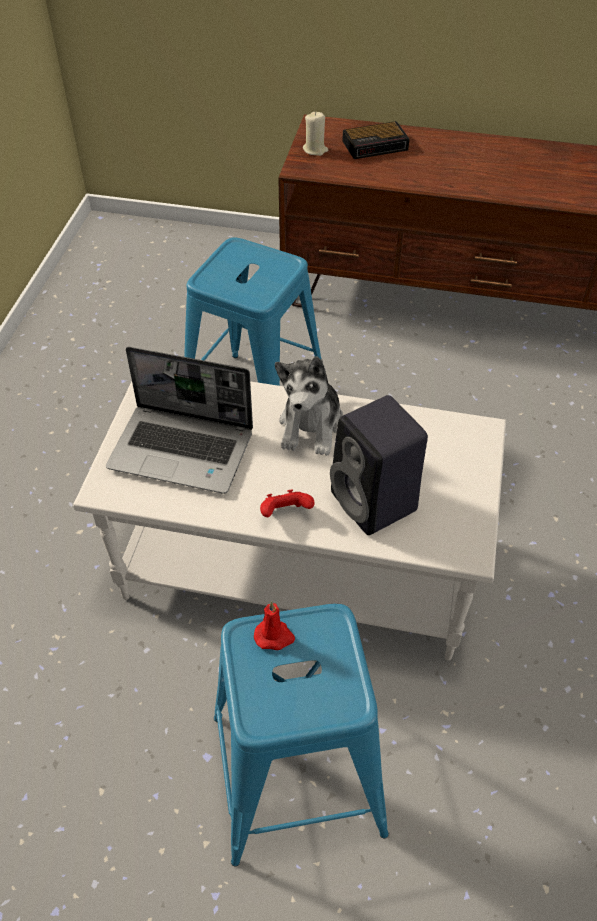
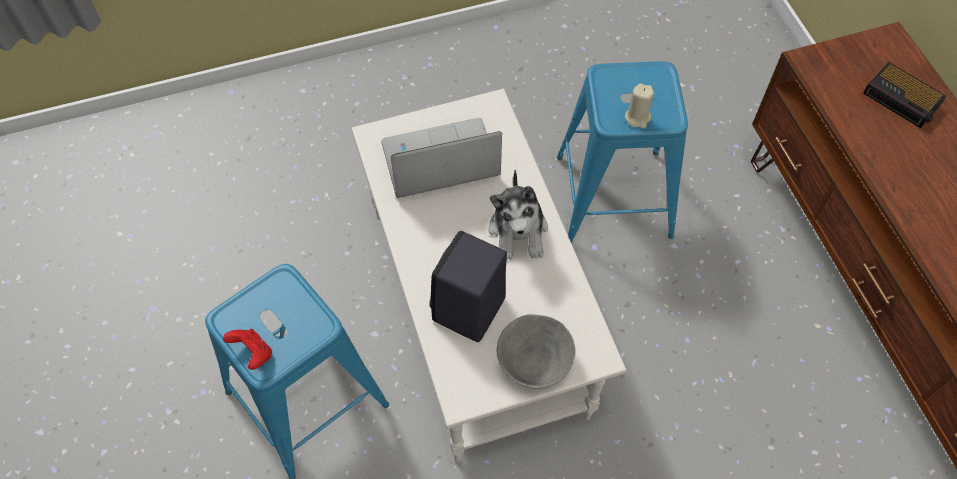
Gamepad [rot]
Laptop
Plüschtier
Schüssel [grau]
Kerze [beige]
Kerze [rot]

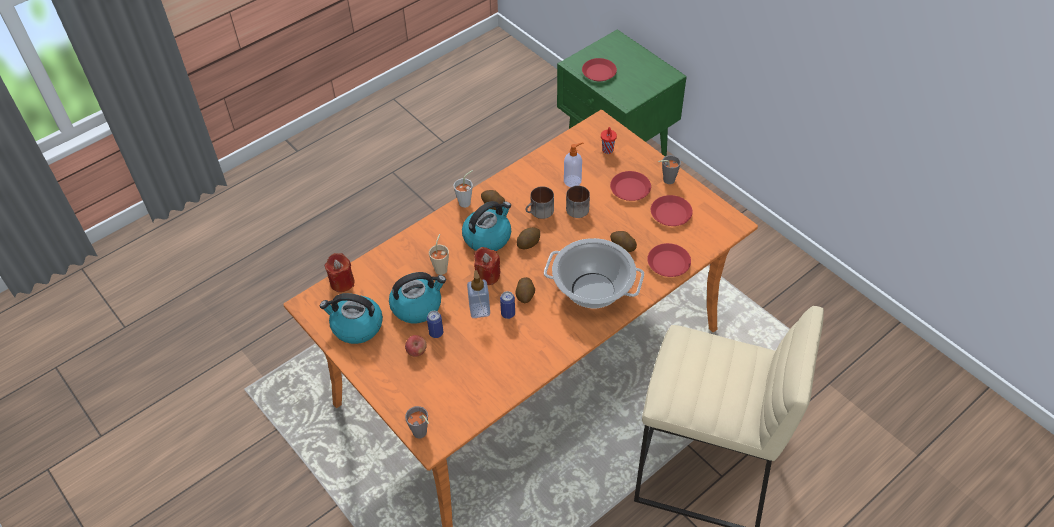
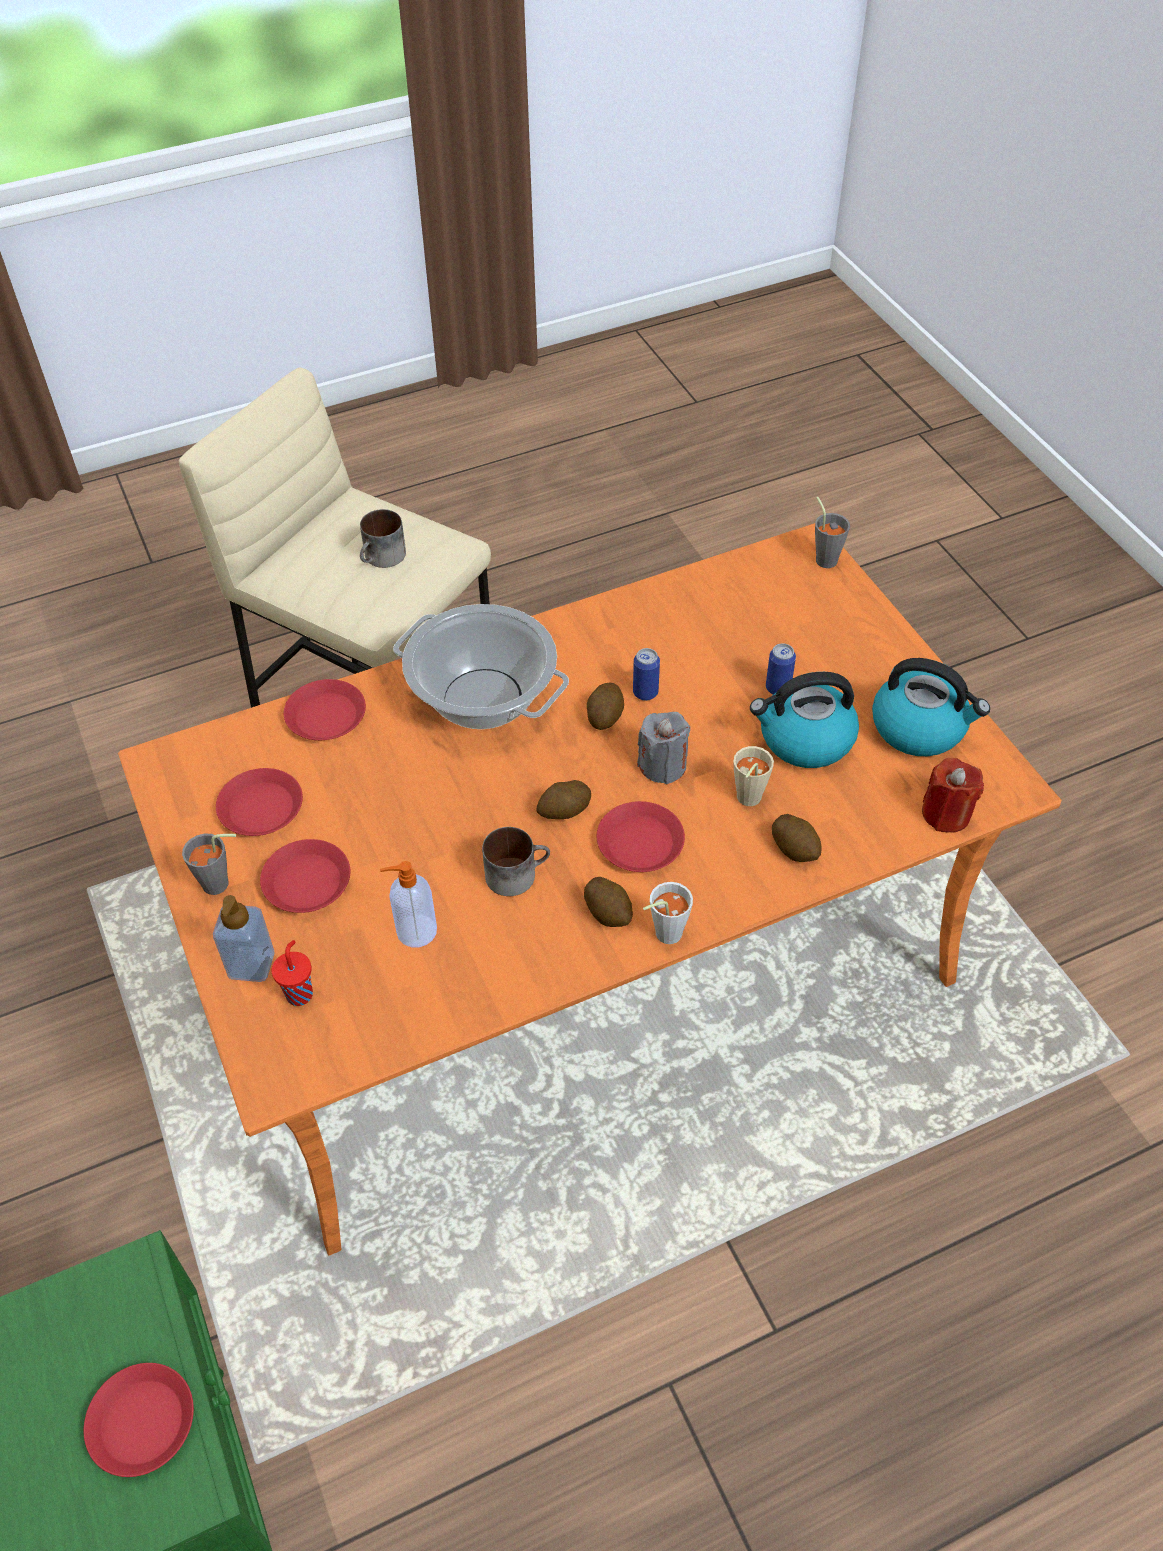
Seifenspender (no. 1 from left)
Henkelbecher (no. 1 from left)
Teller [rot] (no. 5 from left)
Kerze [grau]
Kartoffel (no. 4 from left)
Apfel

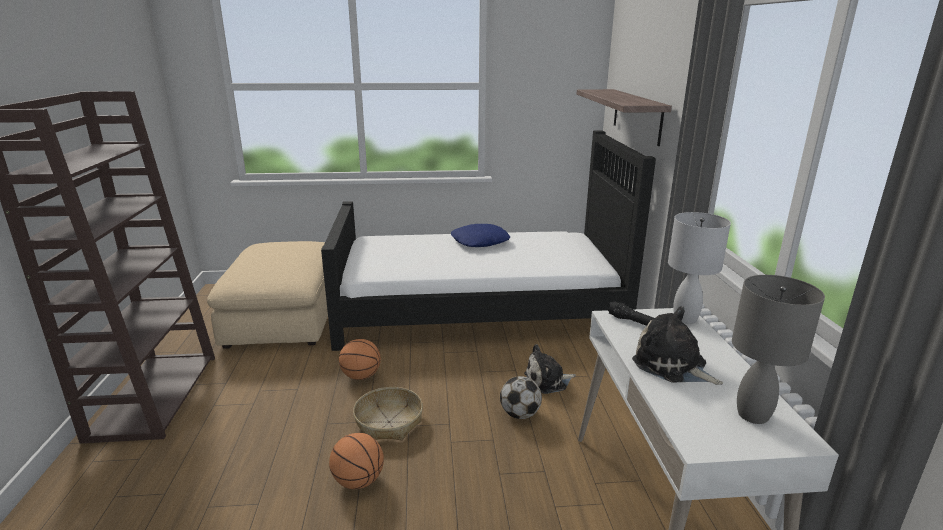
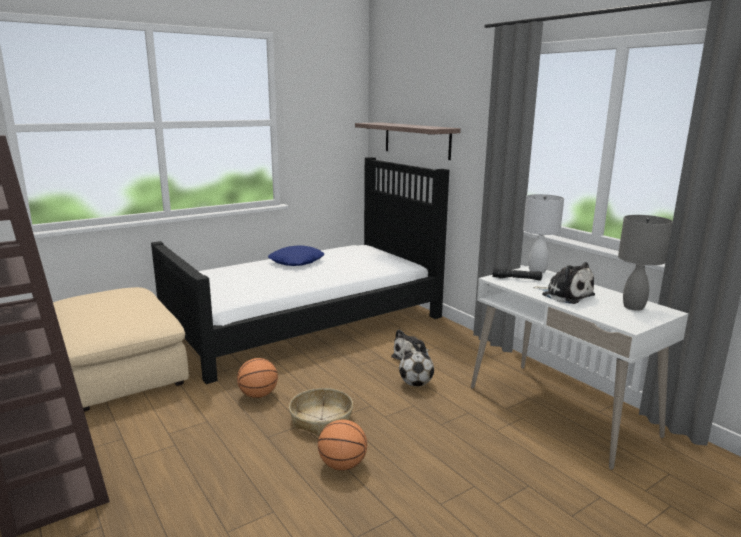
Plüschtier (no. 2 from left)

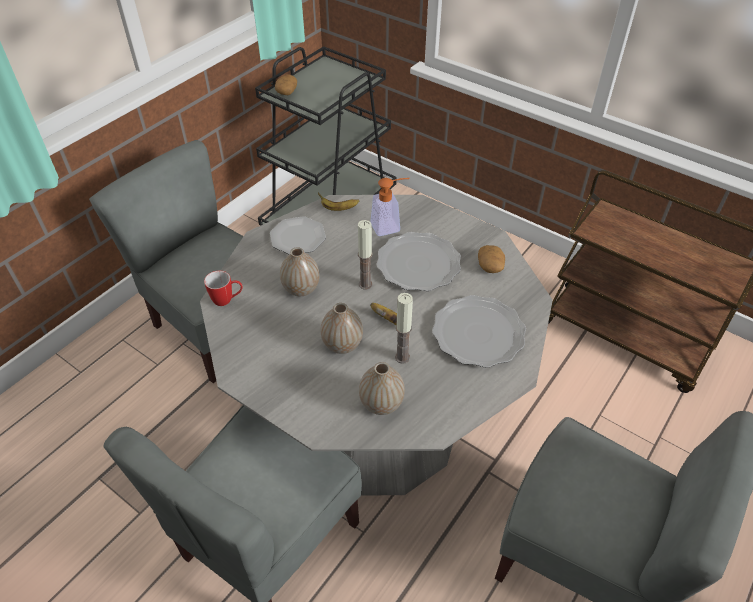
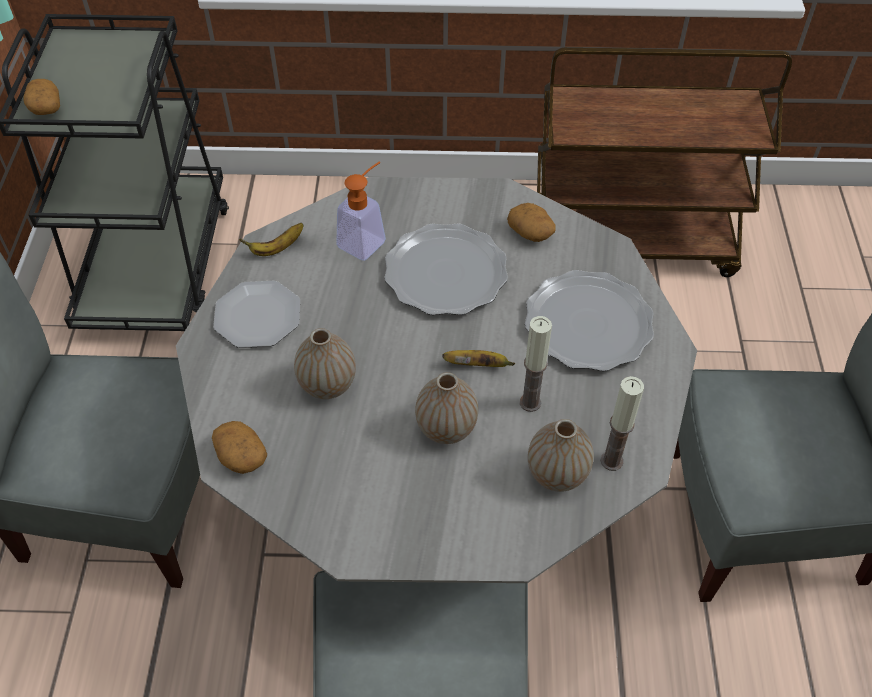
Kartoffel (no. 2 from left)
Kerze (no. 2 from left)

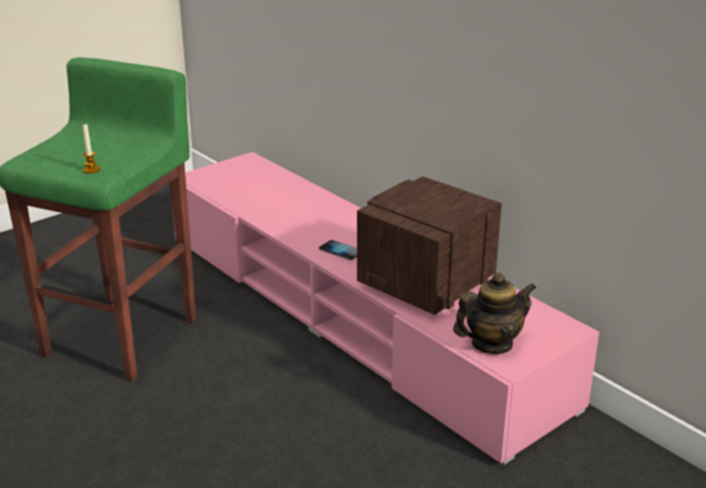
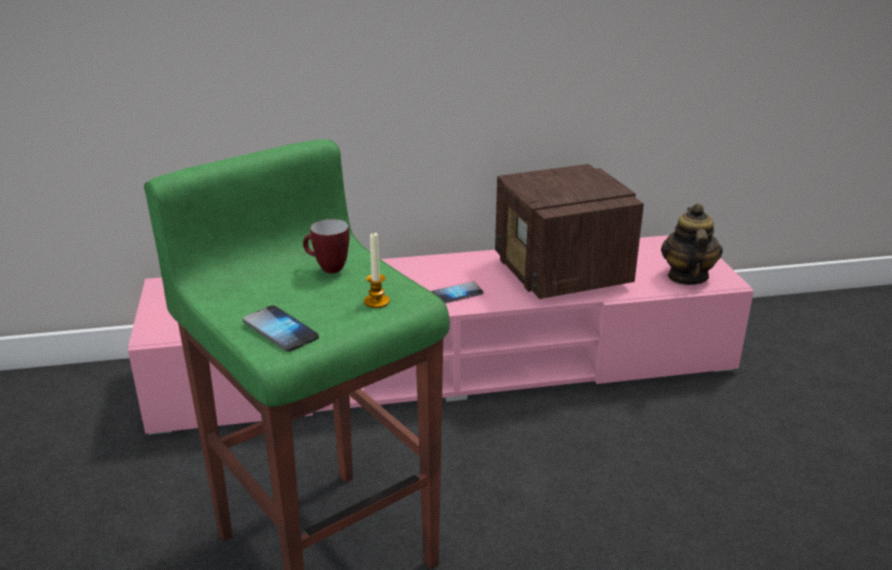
Handy (no. 1 from left)
Henkelbecher

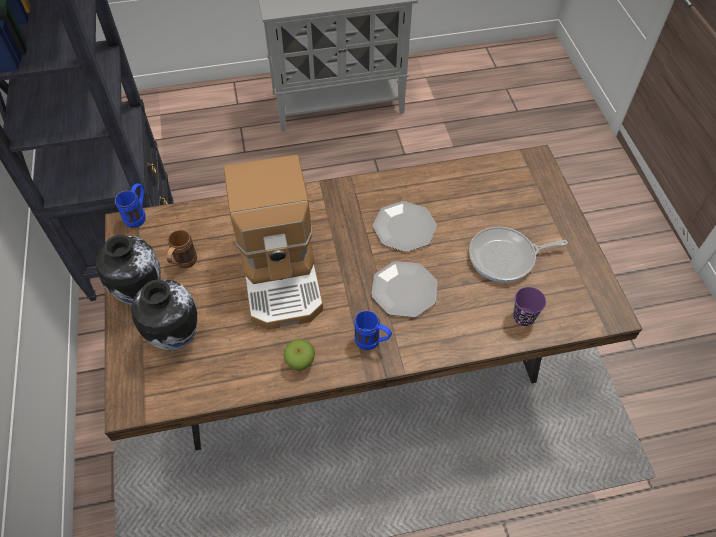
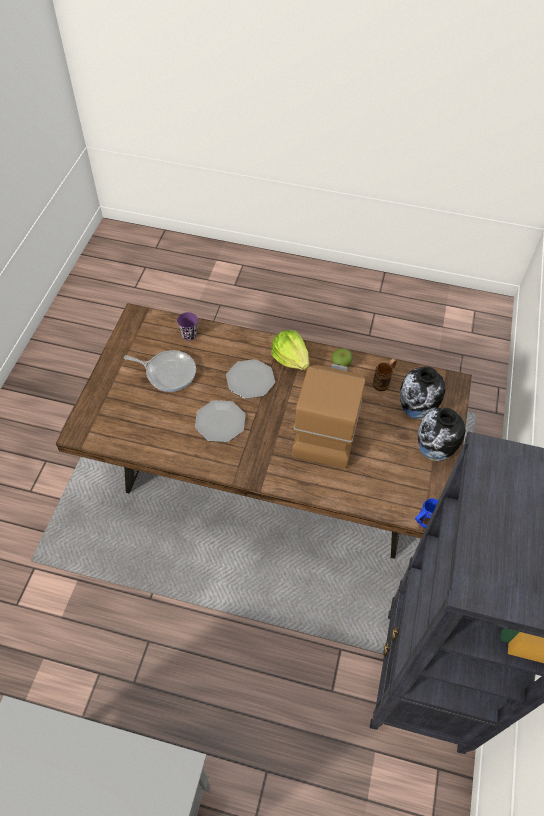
Salatkopf
Henkelbecher [braun]

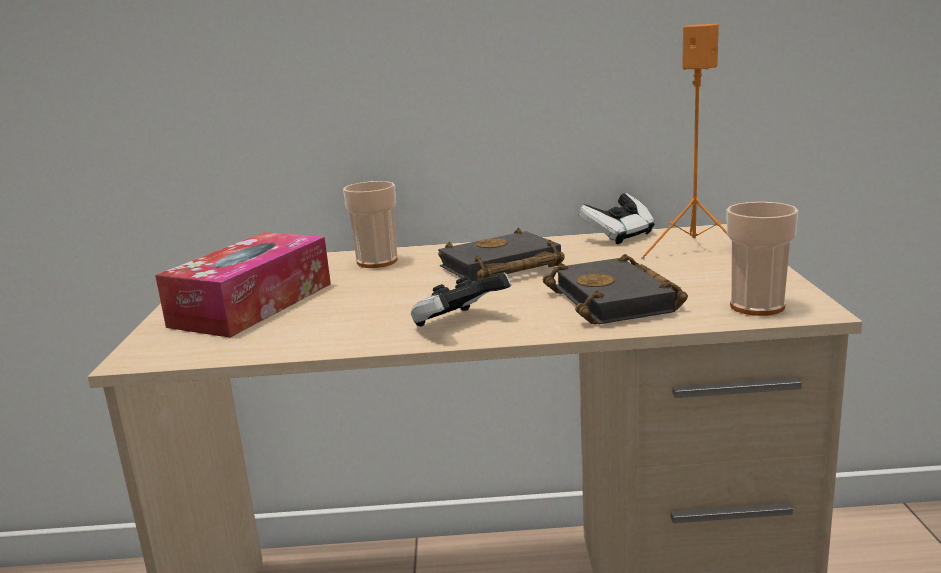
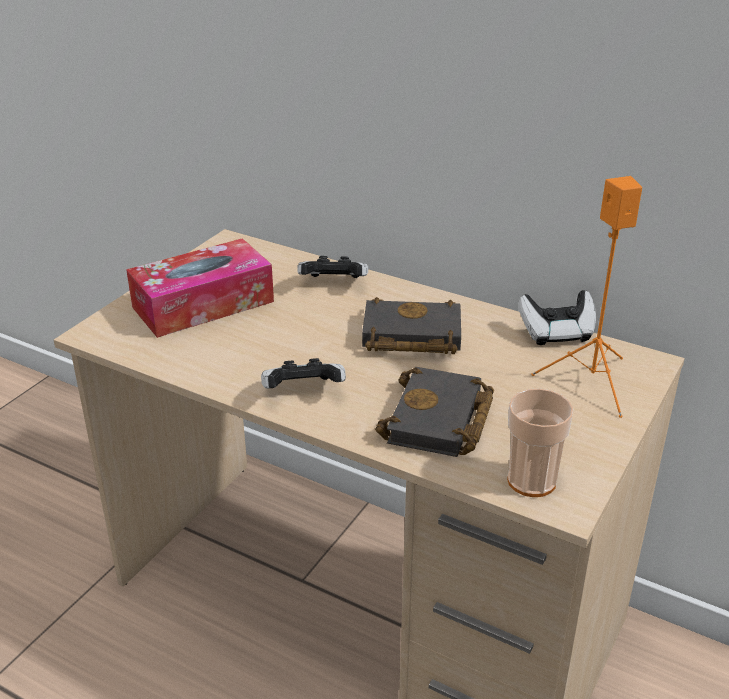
Gamepad (no. 2 from left)

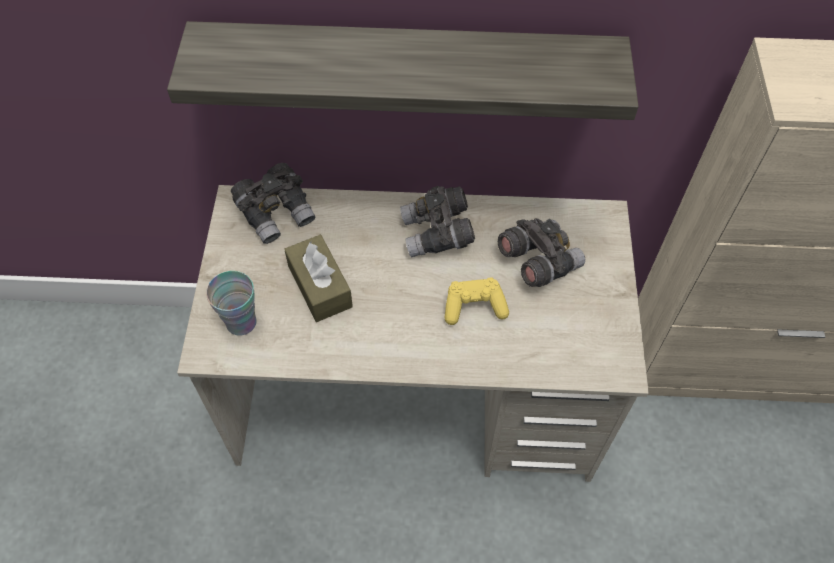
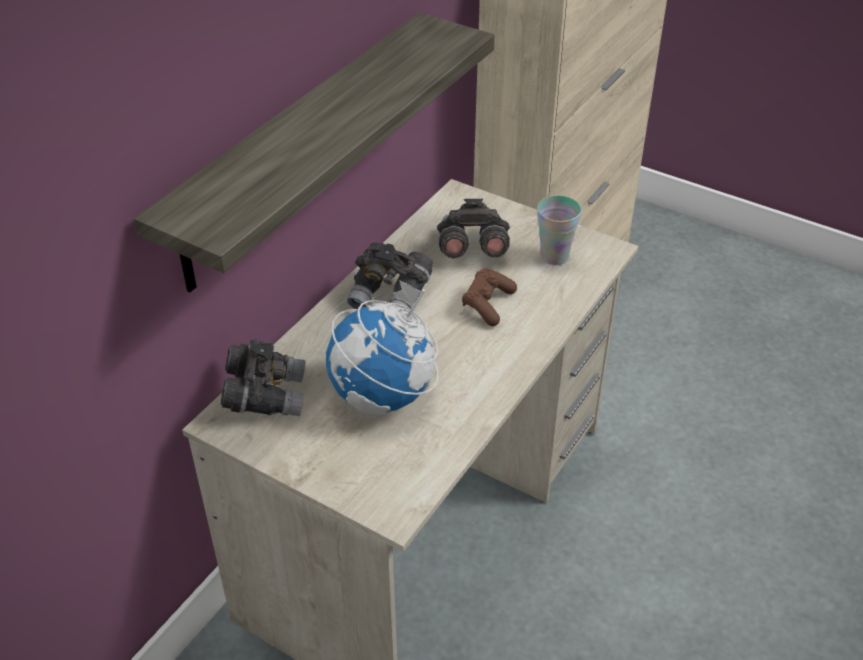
Globus
Gamepad [braun]
Tasse

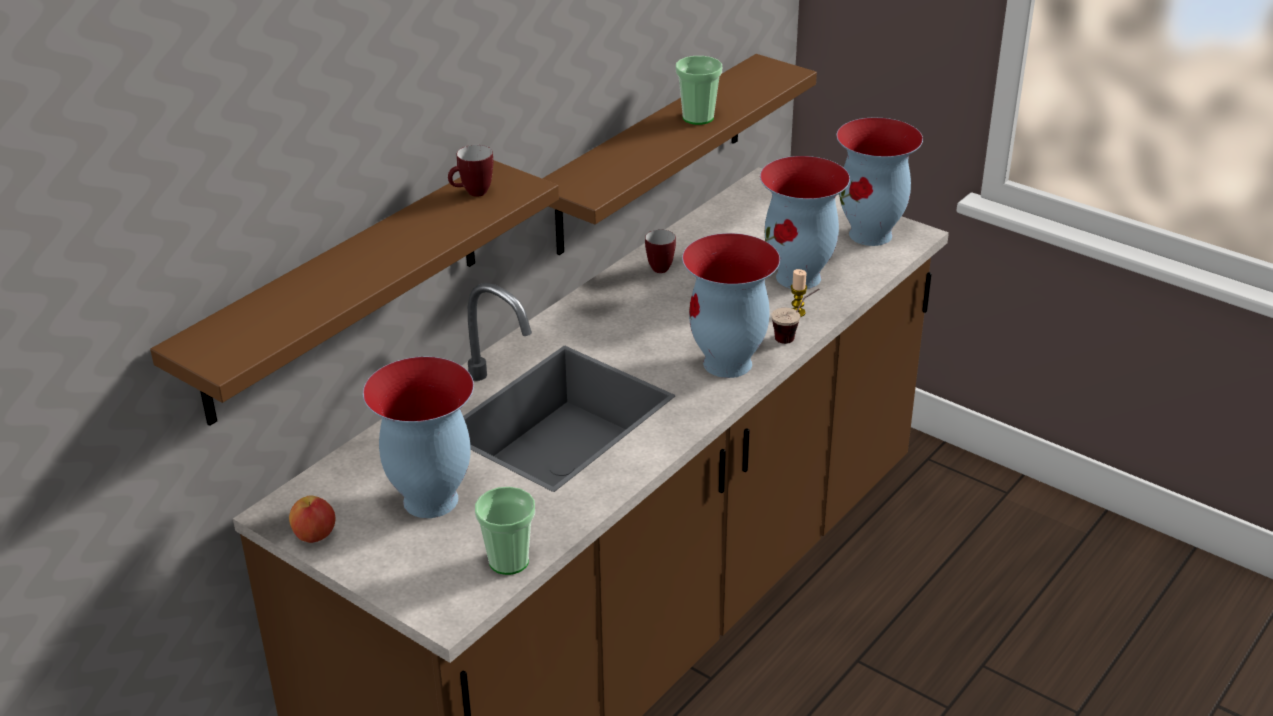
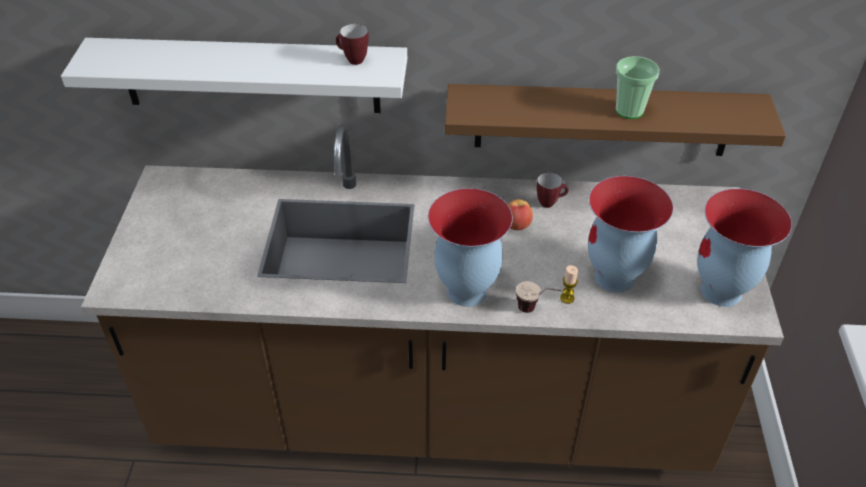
Wandregal [weiß]
Apfel
Vase (no. 1 from left in the first image)
Tasse (no. 1 from left in the first image)

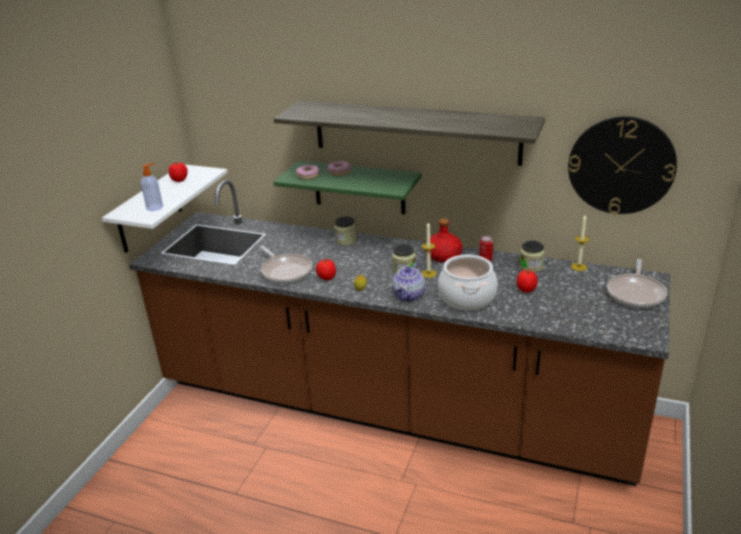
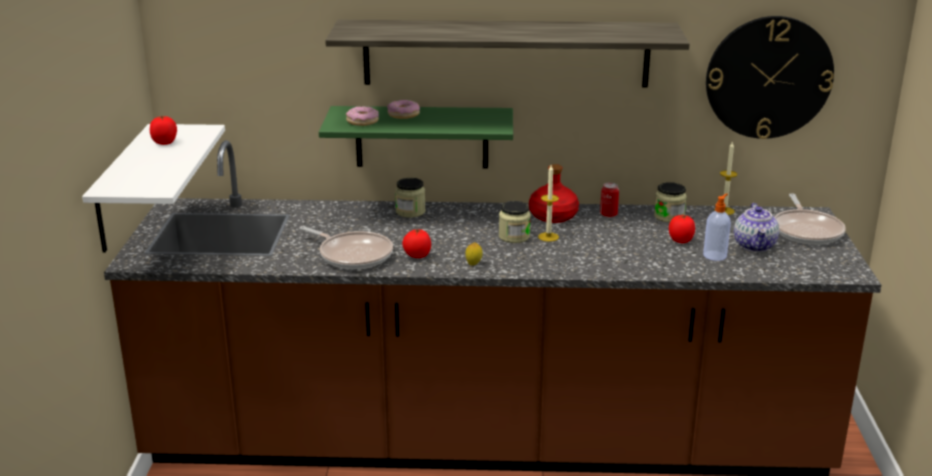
Seifenspender
Teekanne
Kochtopf

